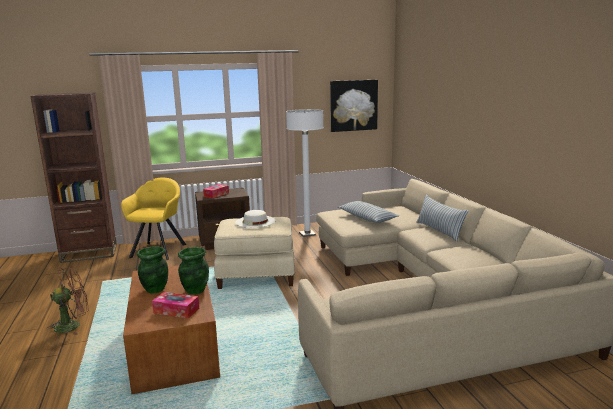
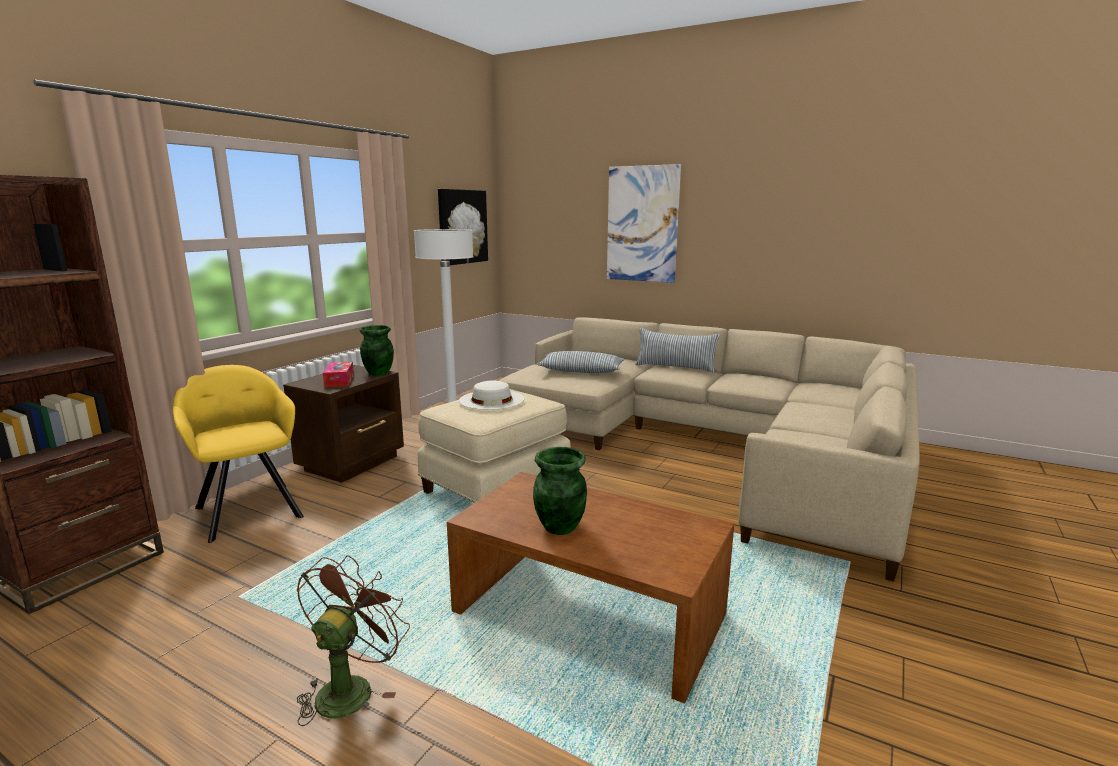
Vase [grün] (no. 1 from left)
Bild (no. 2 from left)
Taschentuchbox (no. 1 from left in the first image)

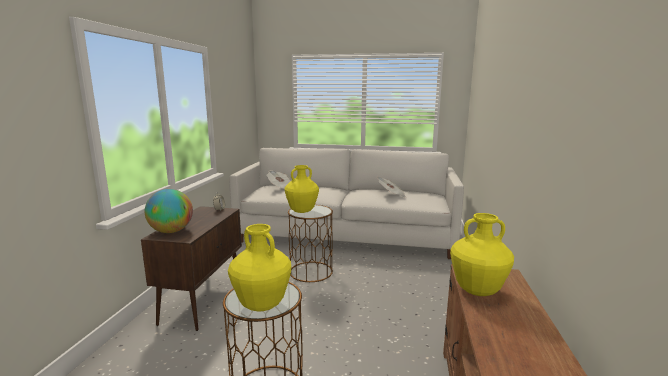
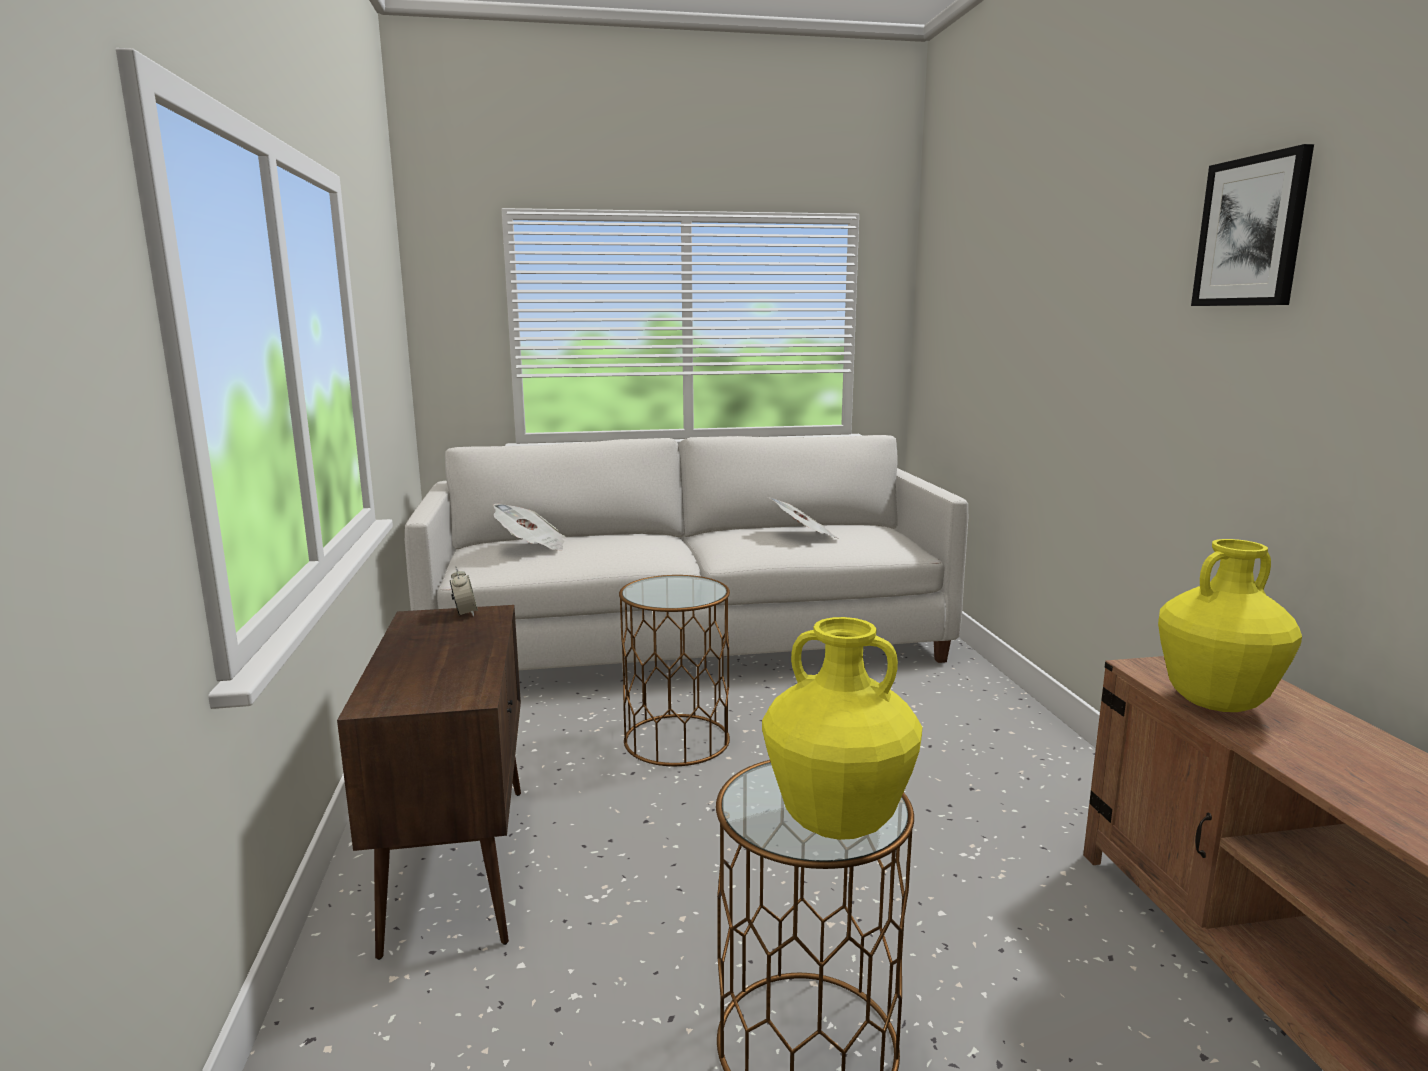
Bild
Globus
Vase [gelb] (no. 2 from left in the first image)

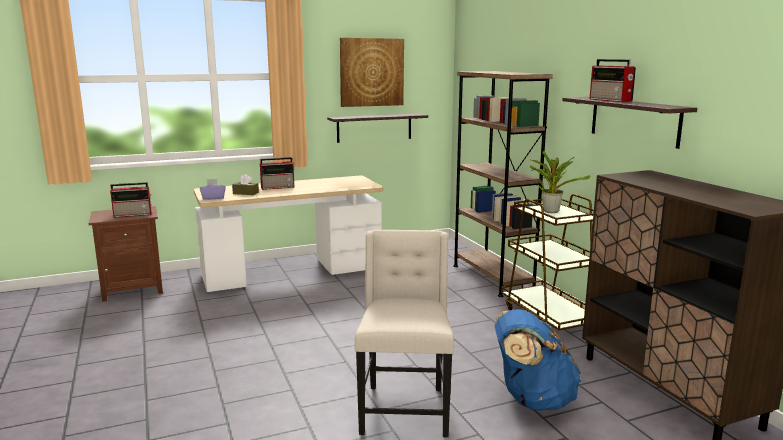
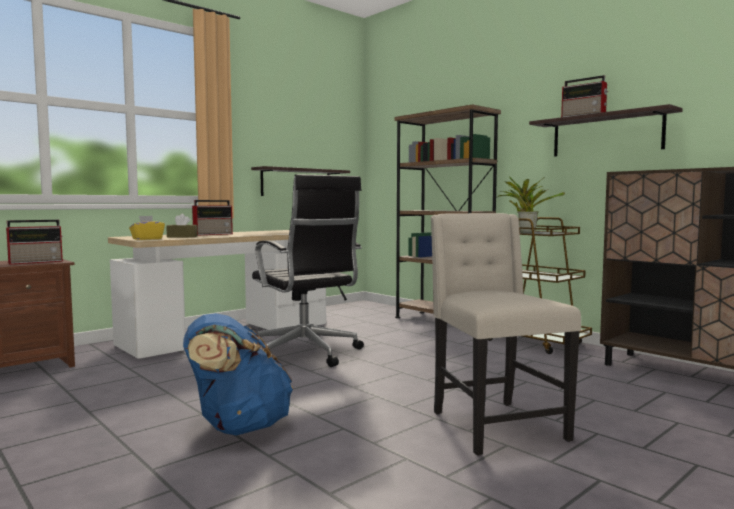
Taschentuchbox [gelb]
Rucksack [blau]
Bürostuhl [schwarz]
Bild

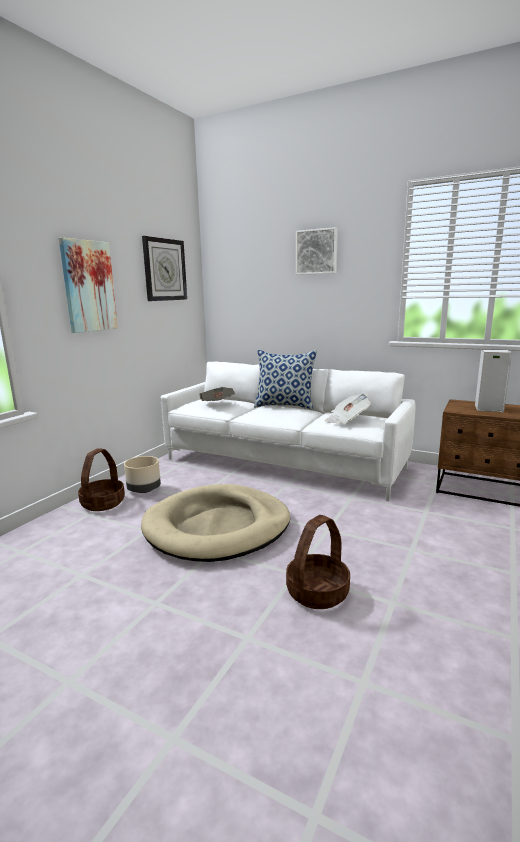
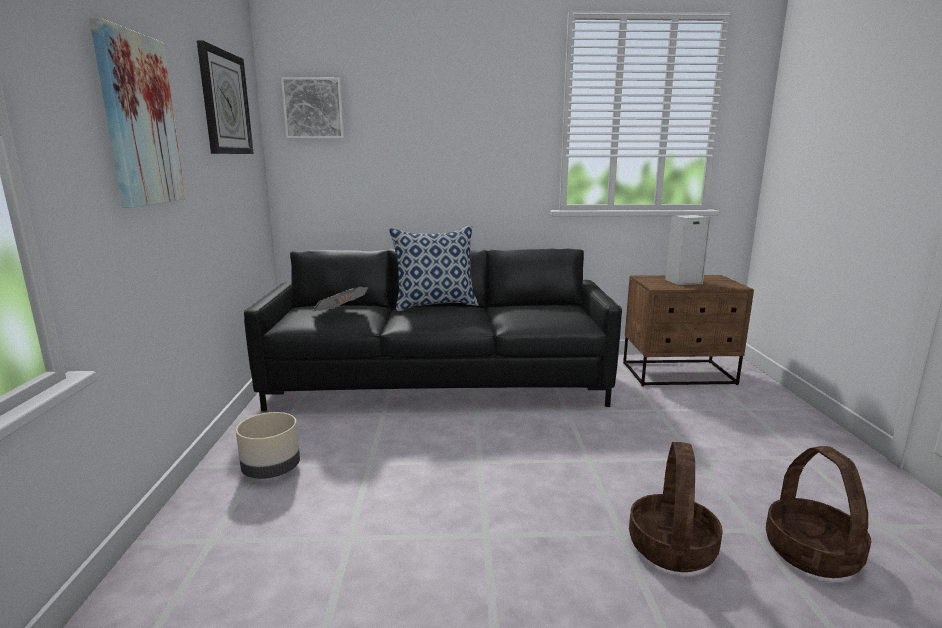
Sofa [schwarz]
Bild (no. 2 from left)
Korb (no. 2 from left)
Hundebett [beige]
Zeitung (no. 2 from left in the first image)

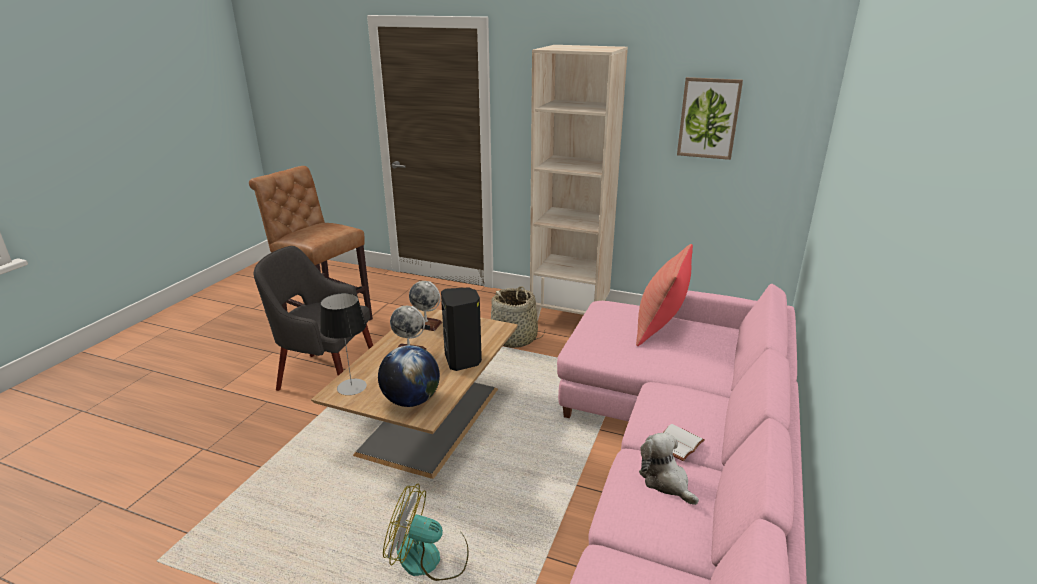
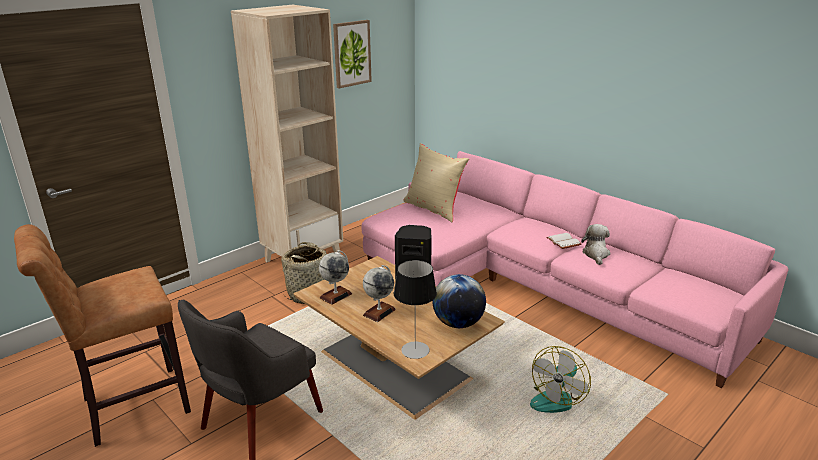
Kissen [beige]
Plüschtier

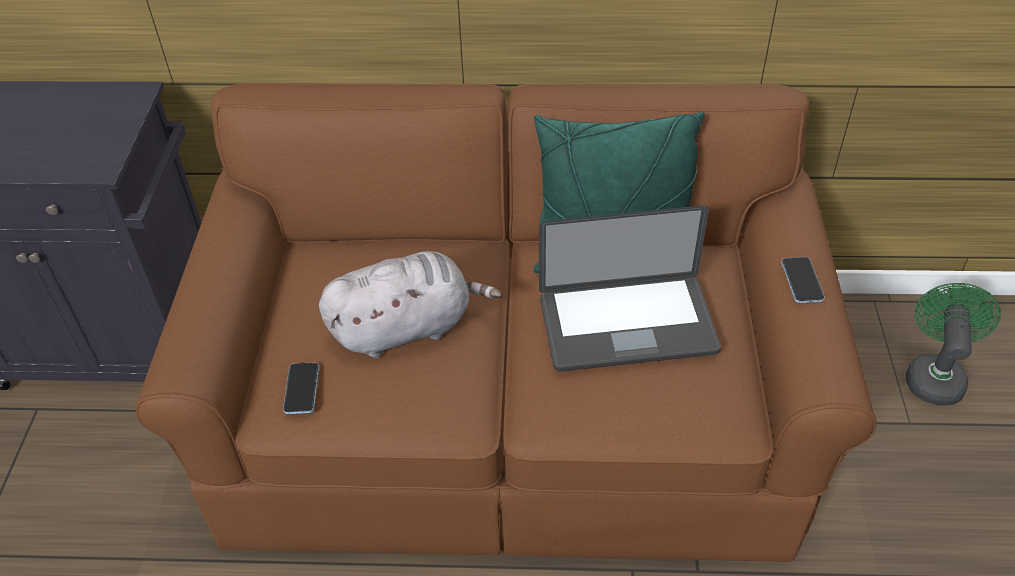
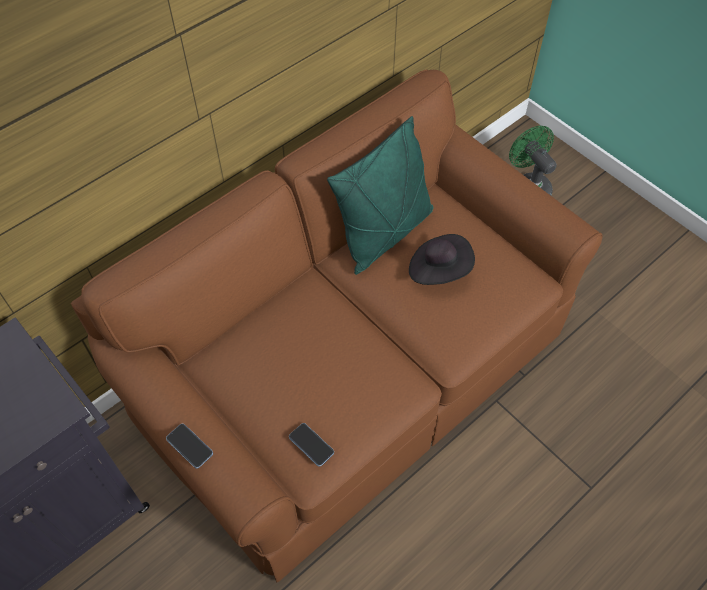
Handy (no. 1 from left)
Hut [schwarz]
Plüschtier [grau]

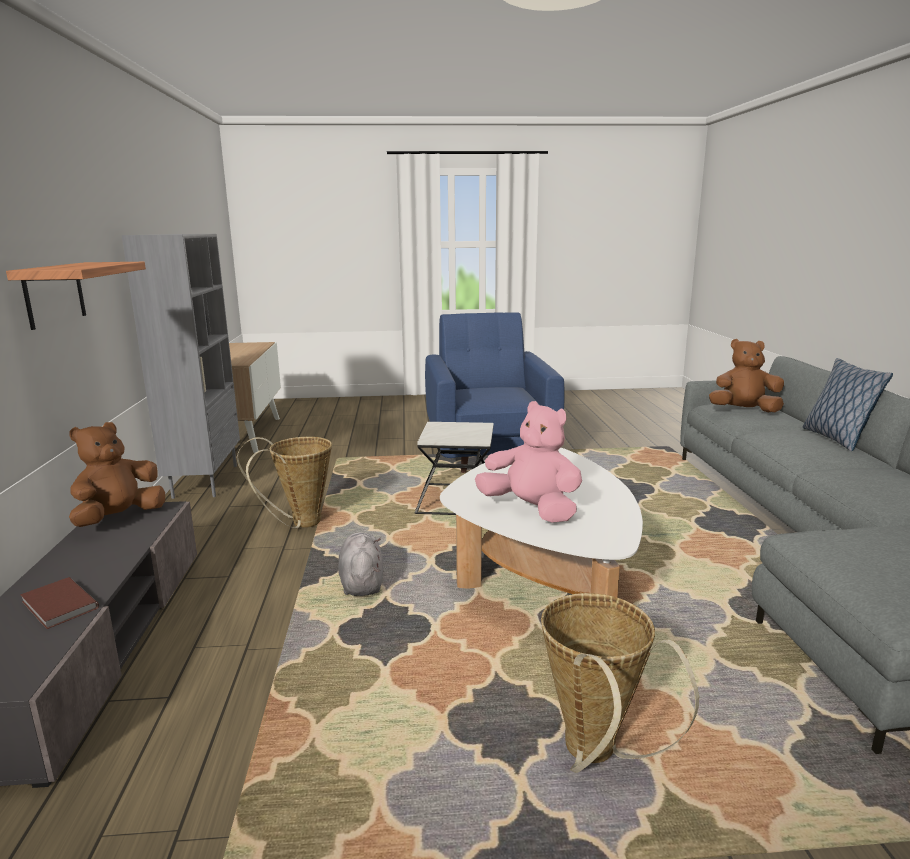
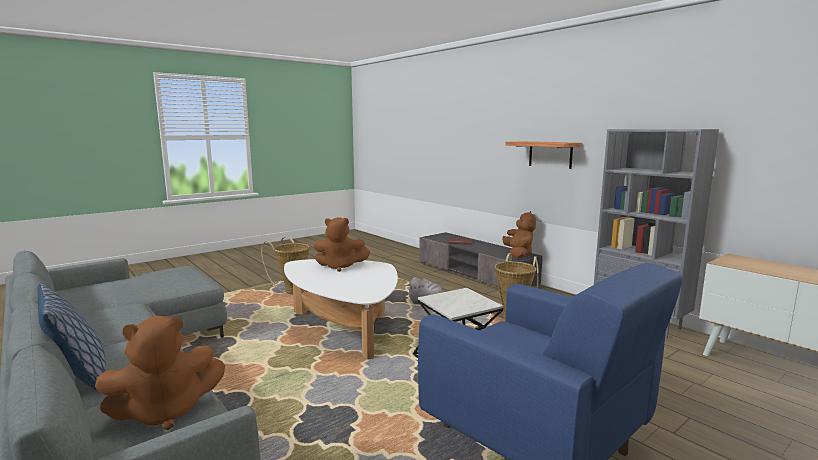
Plüschtier [braun] (no. 2 from left)

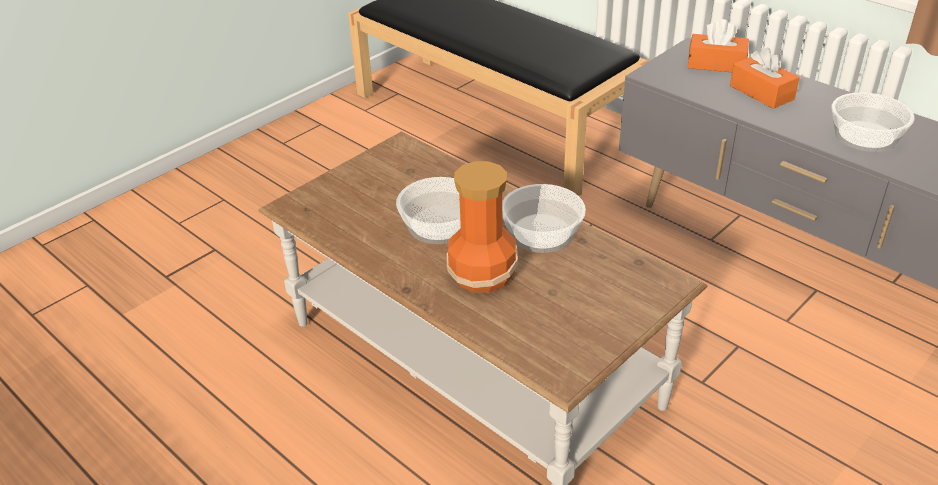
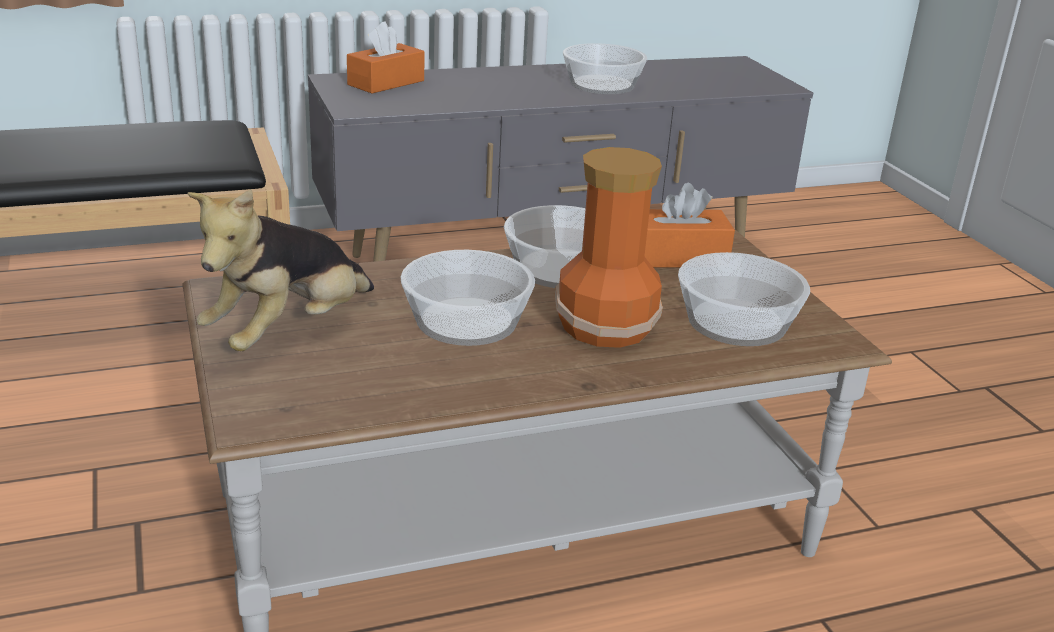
Plüschtier
Taschentuchbox [orange] (no. 2 from left)
Schüssel (no. 4 from left)

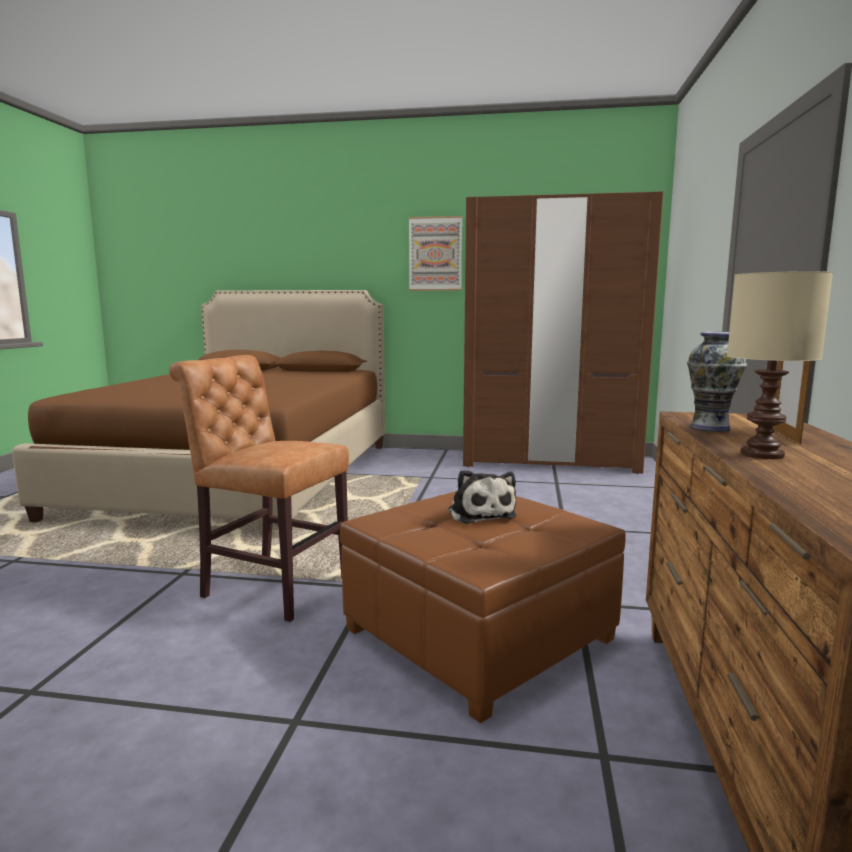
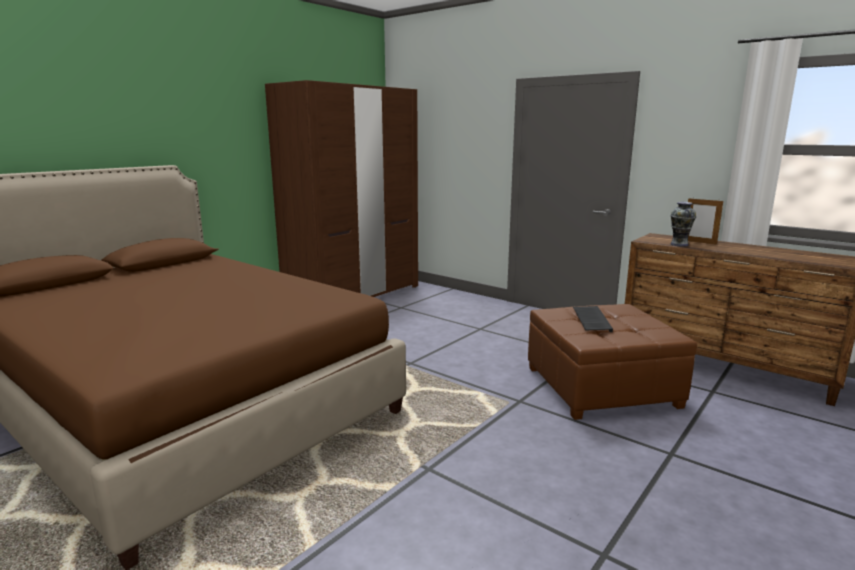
Tastatur
Stuhl [braun]
Bild
Tischlampe [beige]

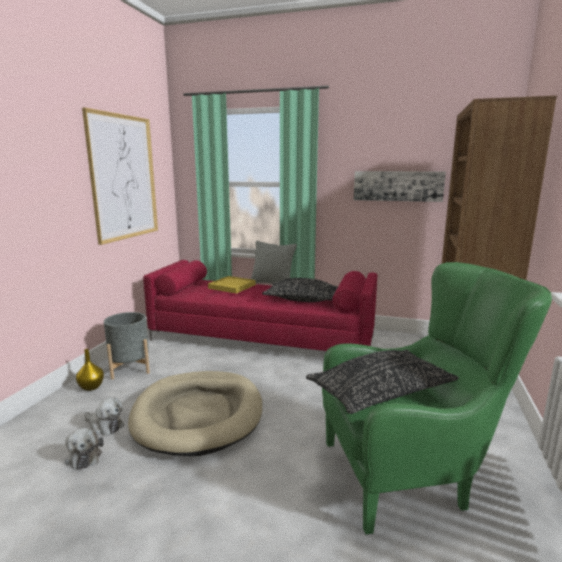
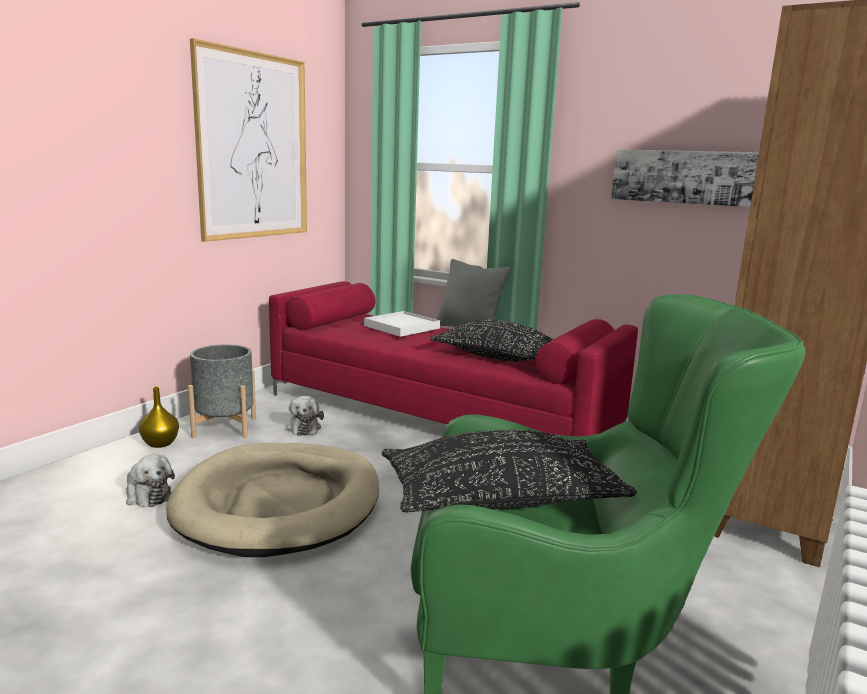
Plüschtier (no. 2 from left)
Tablett [weiß]

